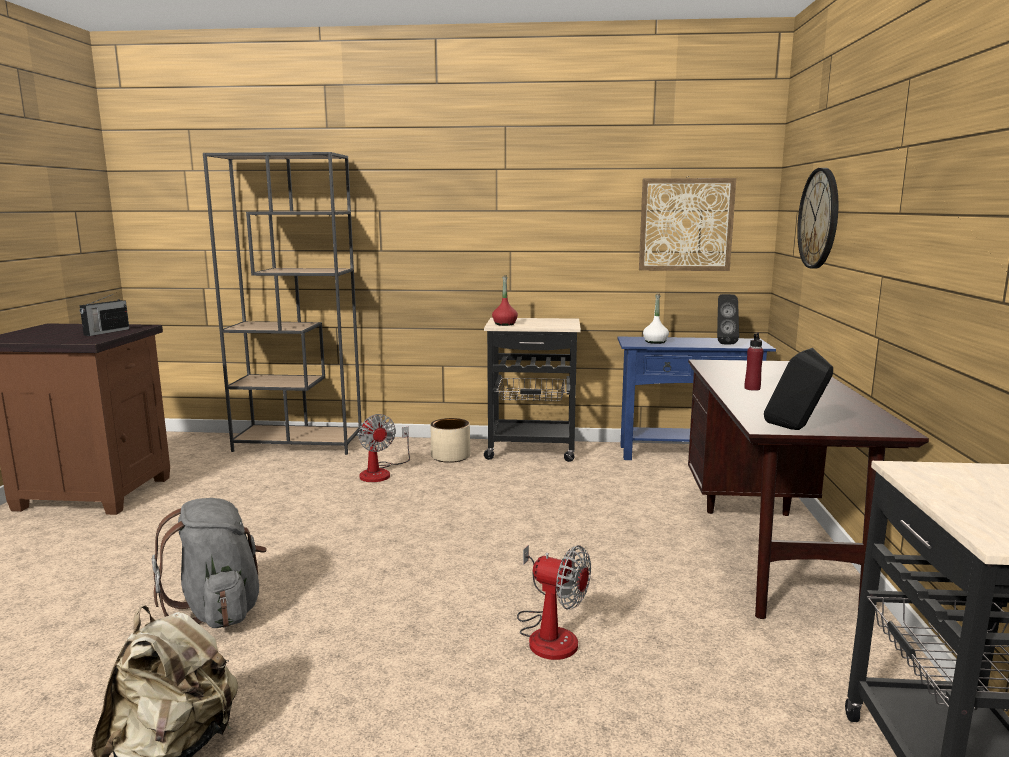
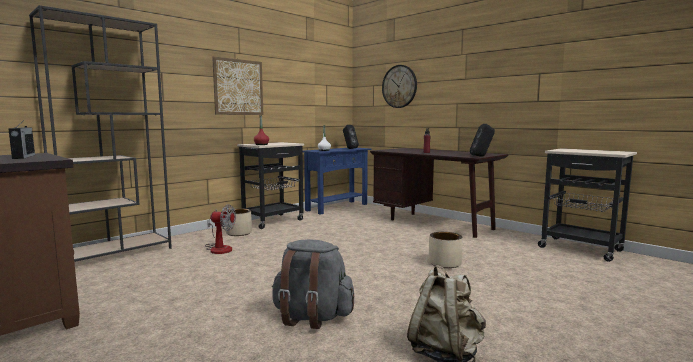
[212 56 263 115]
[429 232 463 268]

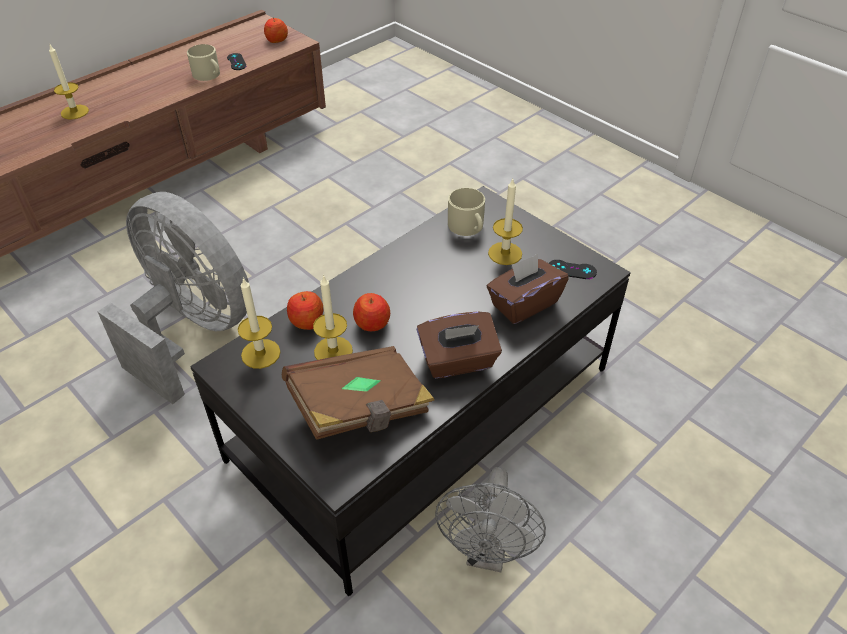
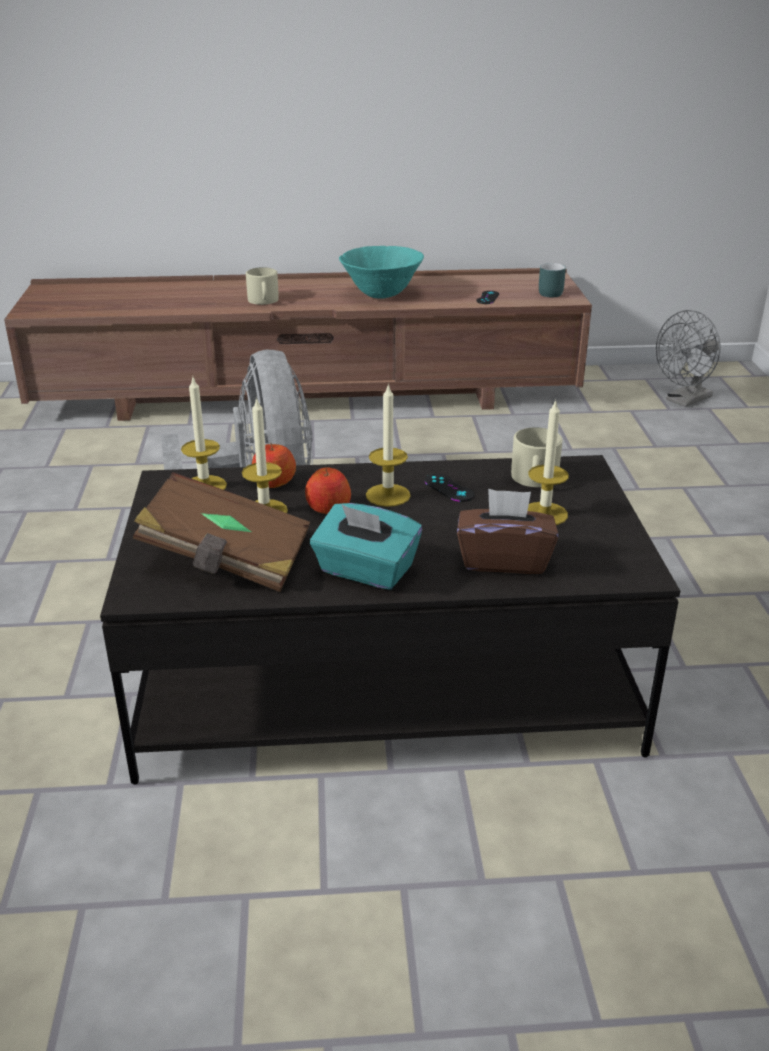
[339 246 424 299]
[366 383 411 507]
[246 267 279 305]
[656 310 720 407]
[425 474 474 502]
[539 263 566 298]
[310 503 422 590]

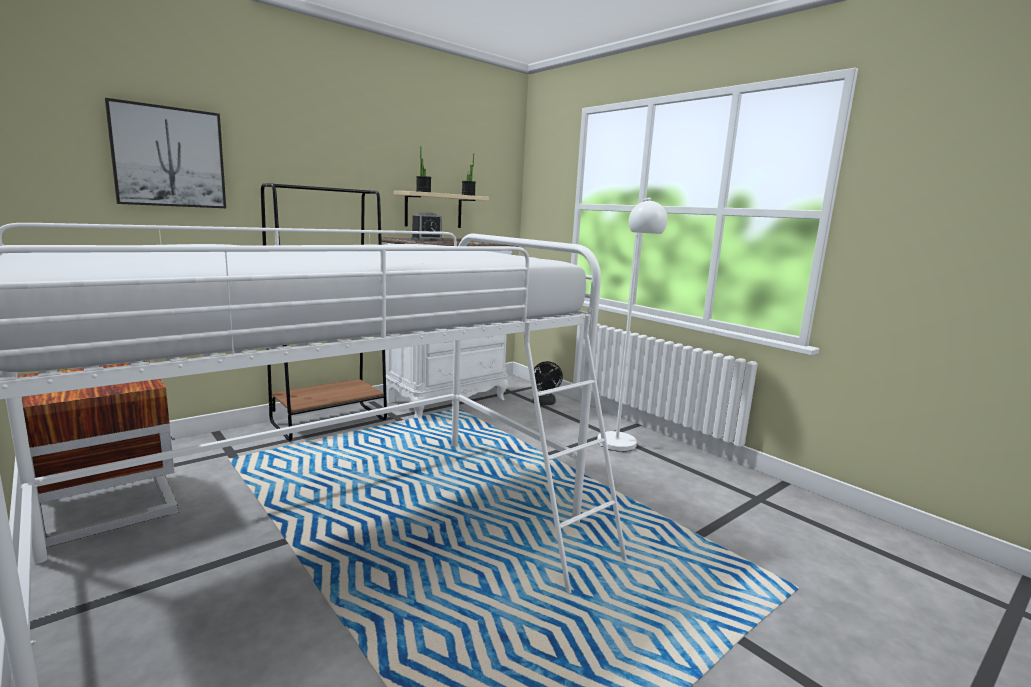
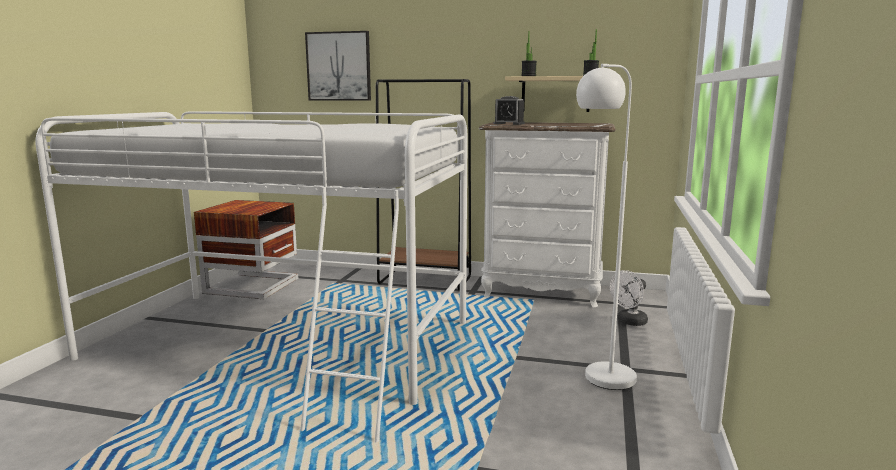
[610 270 648 326]

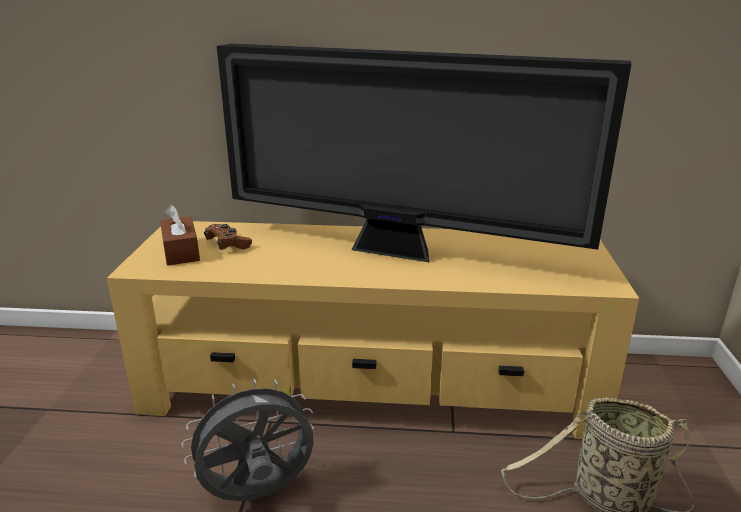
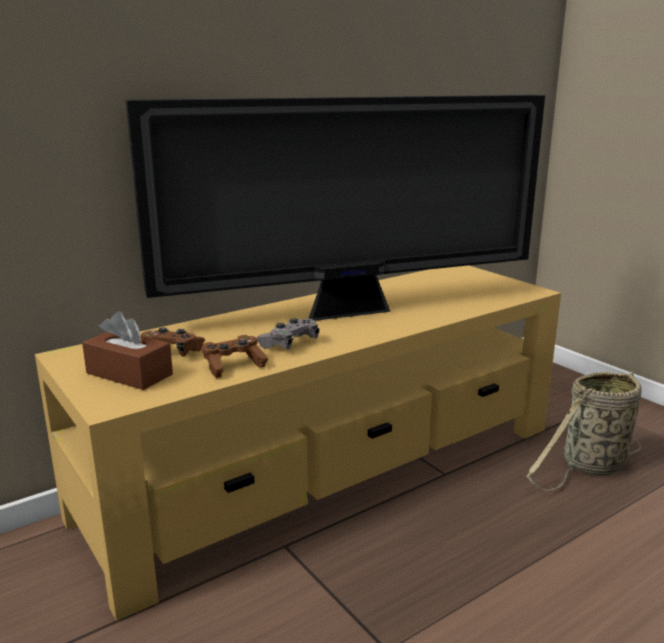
[181 378 314 501] (first image)
[201 335 268 378]
[257 318 319 350]

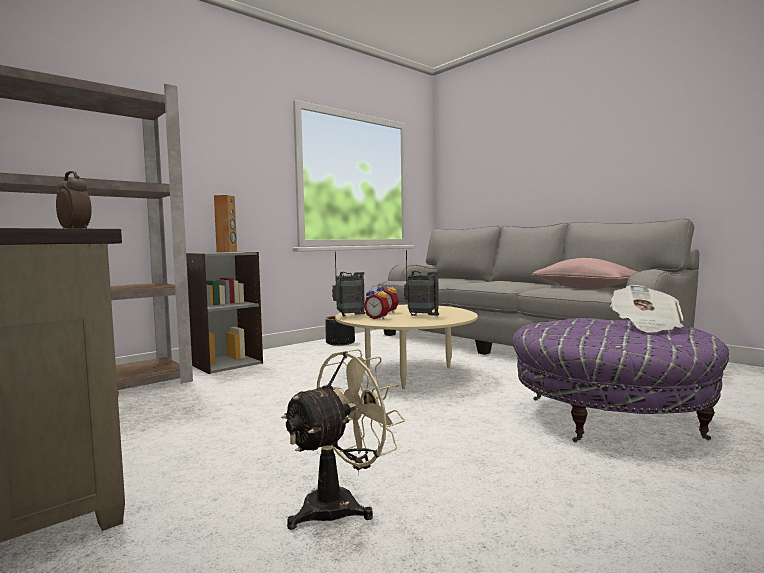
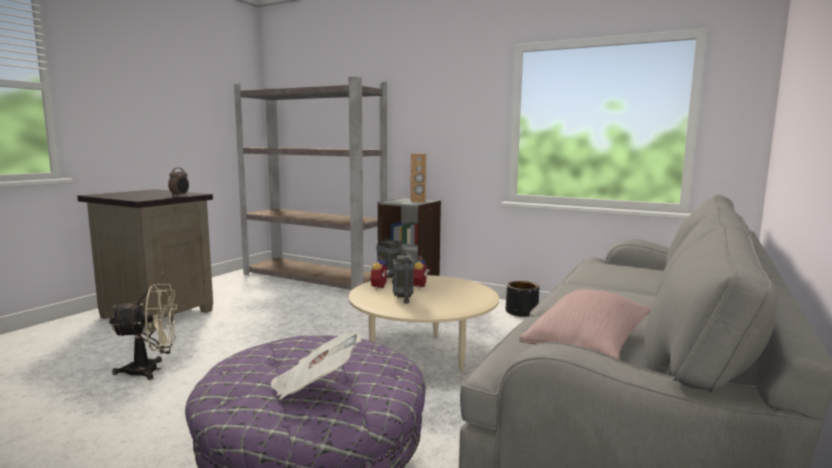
[109 284 177 380]

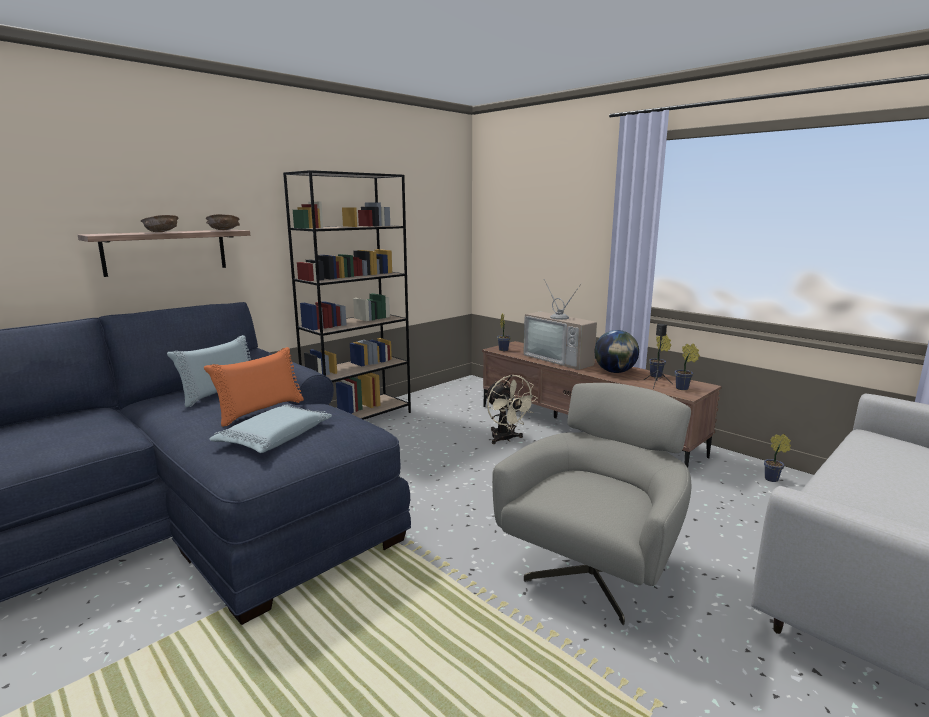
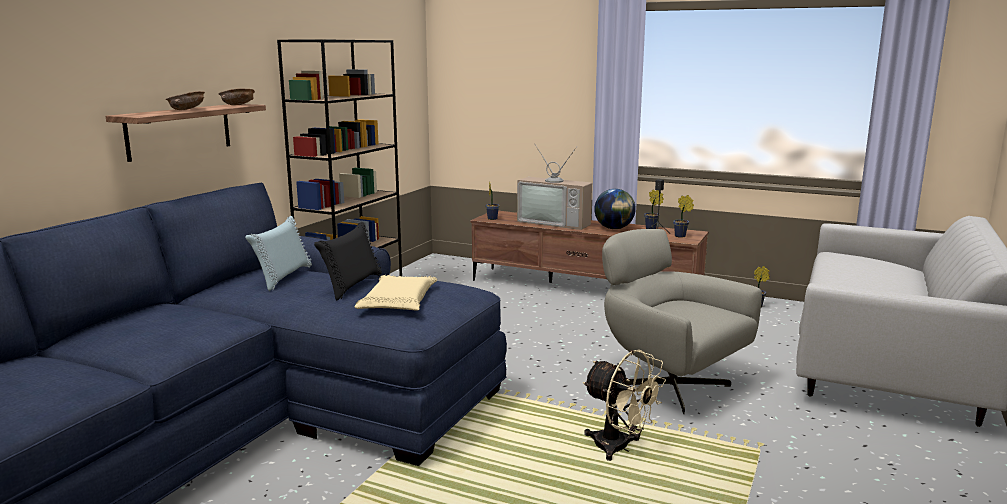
[583 350 666 461]
[314 222 382 300]
[355 274 437 311]
[602 229 762 414]

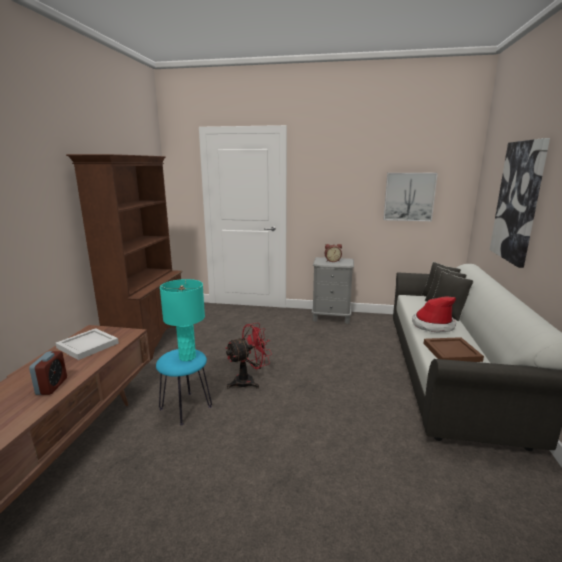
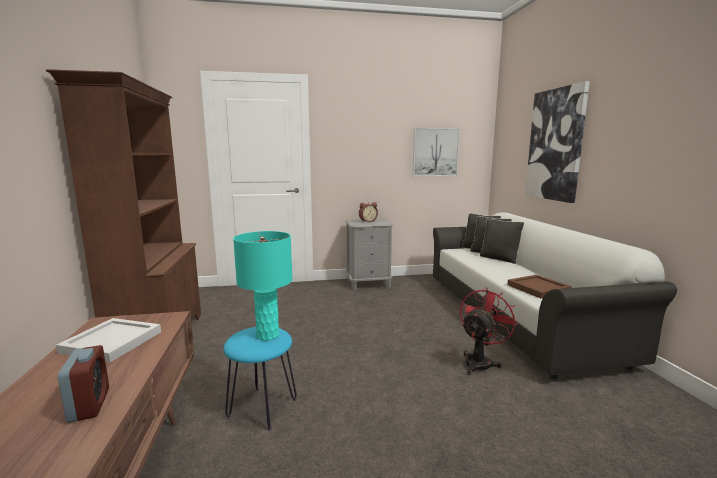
[412 296 456 332] (first image)
[460 287 518 375]

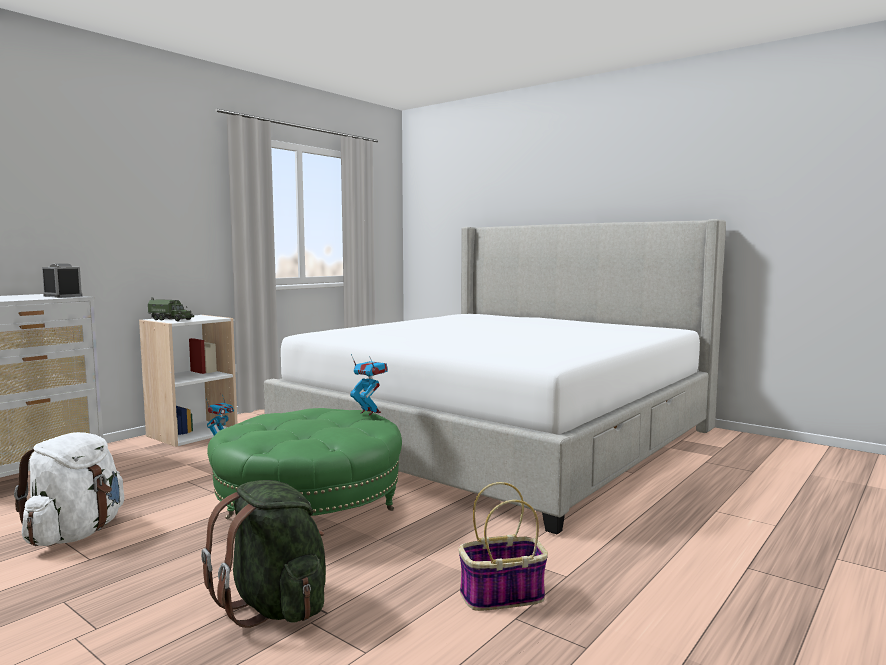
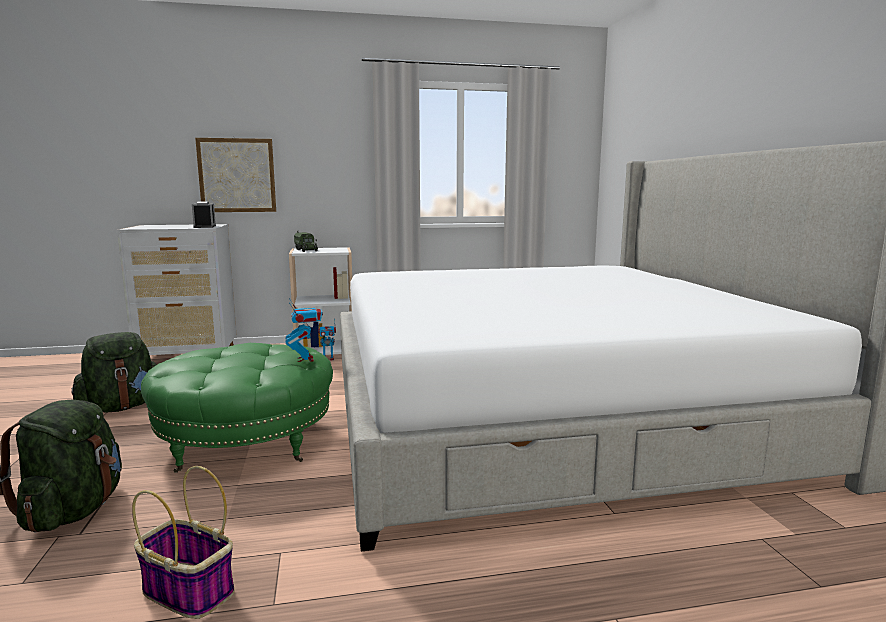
[195 136 276 212]
[71 332 157 412]

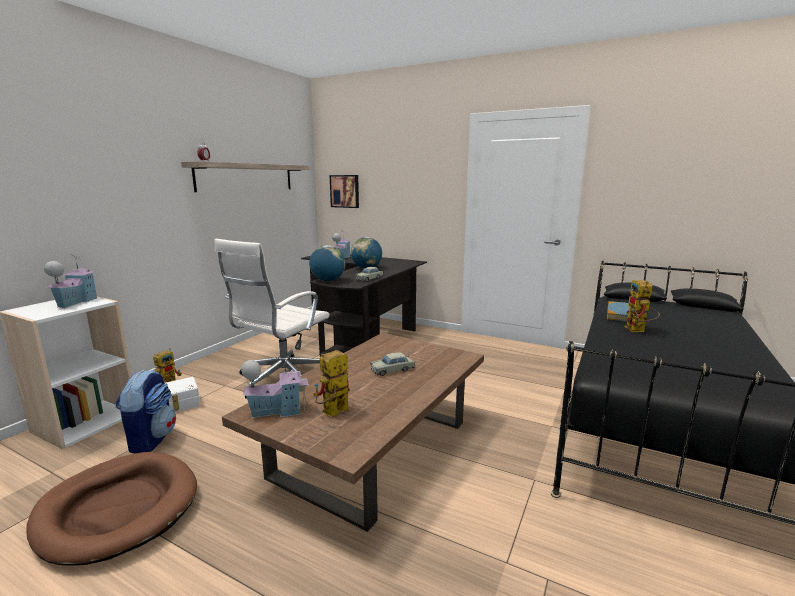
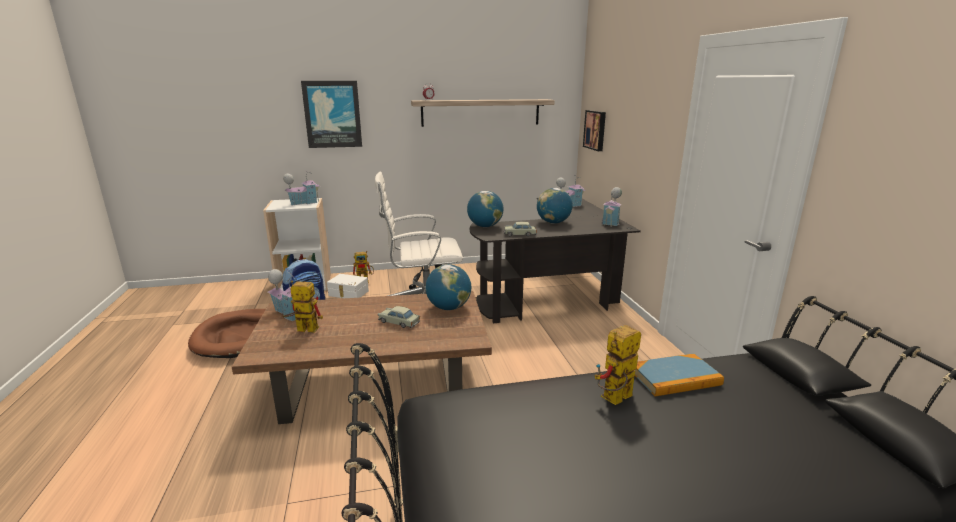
[301 81 362 148]
[426 264 471 310]
[602 187 622 226]

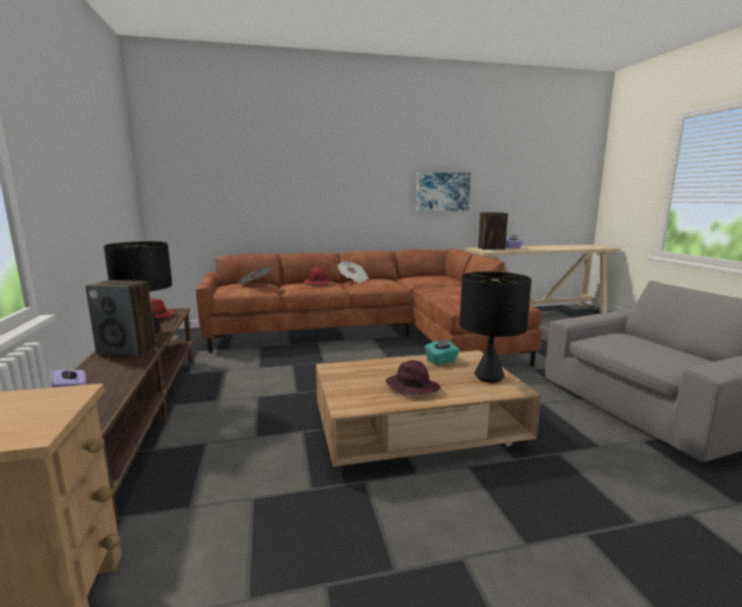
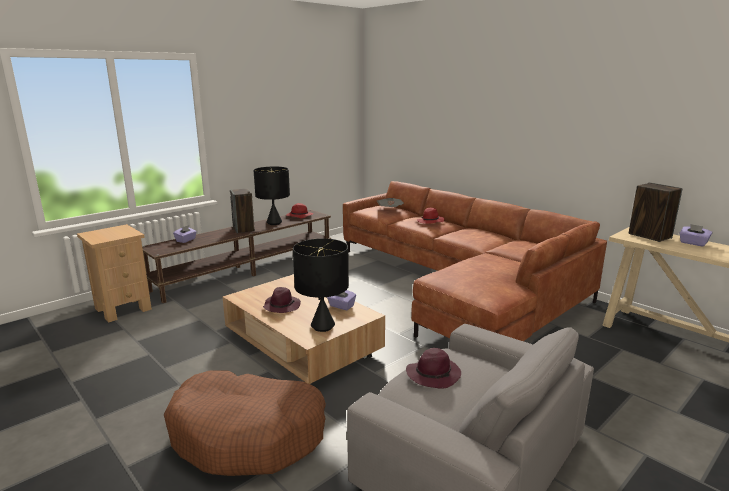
[337 261 369 283] (first image)
[416 172 471 211] (first image)
[164 371 326 476]
[406 348 461 389]
[327 290 356 310]

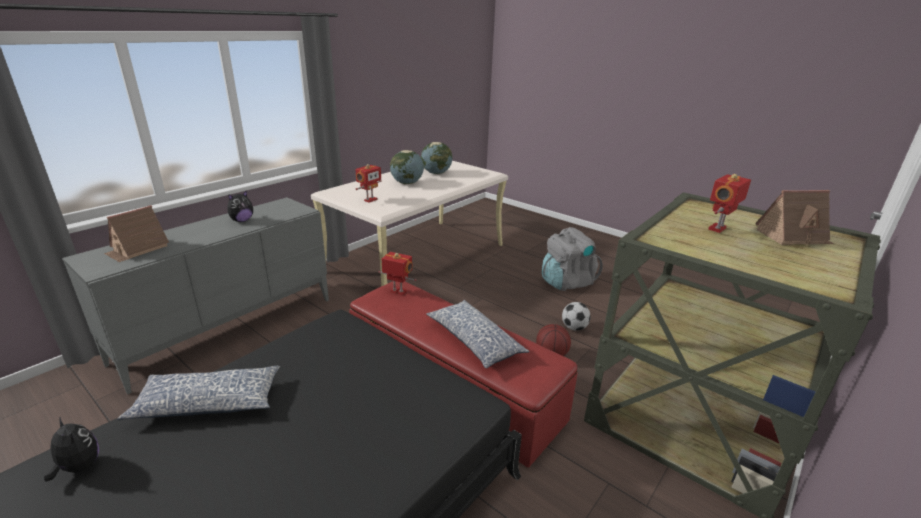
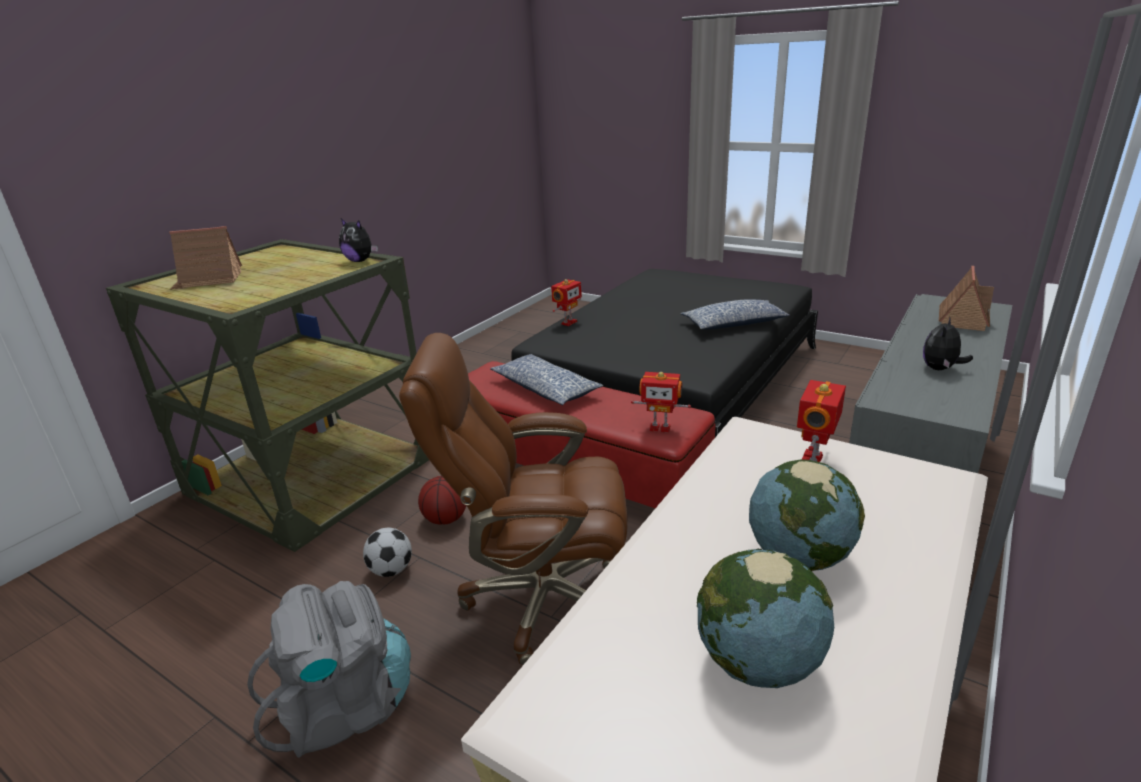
[399 333 628 665]
[339 219 378 262]
[551 279 582 326]

